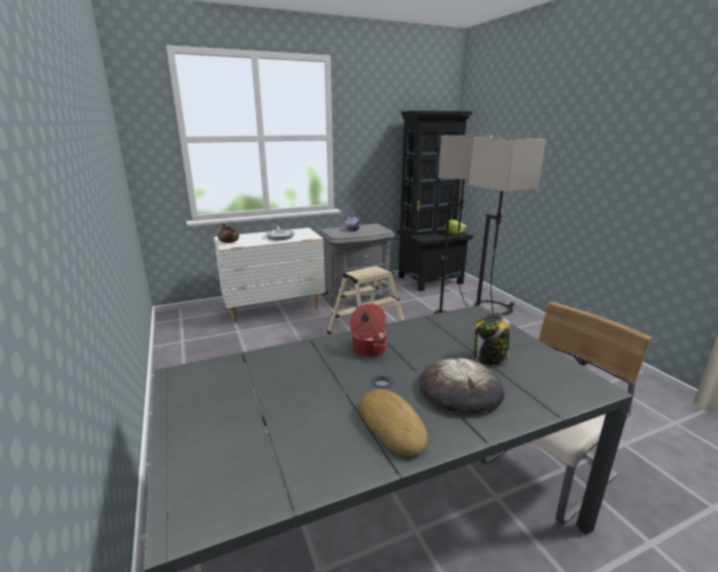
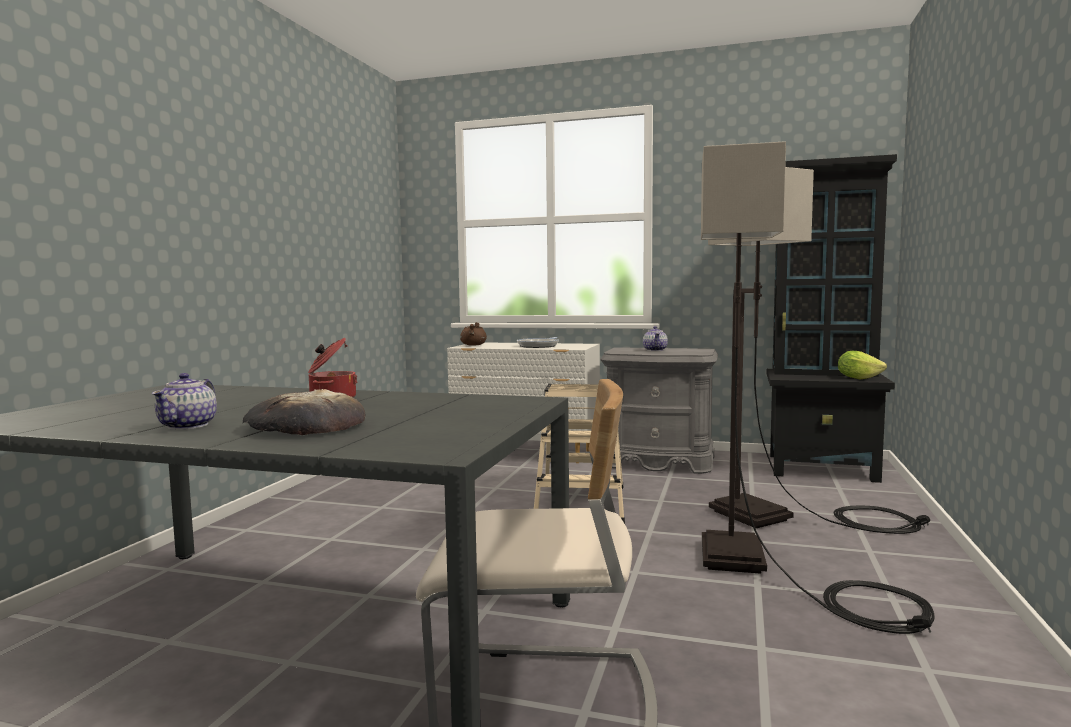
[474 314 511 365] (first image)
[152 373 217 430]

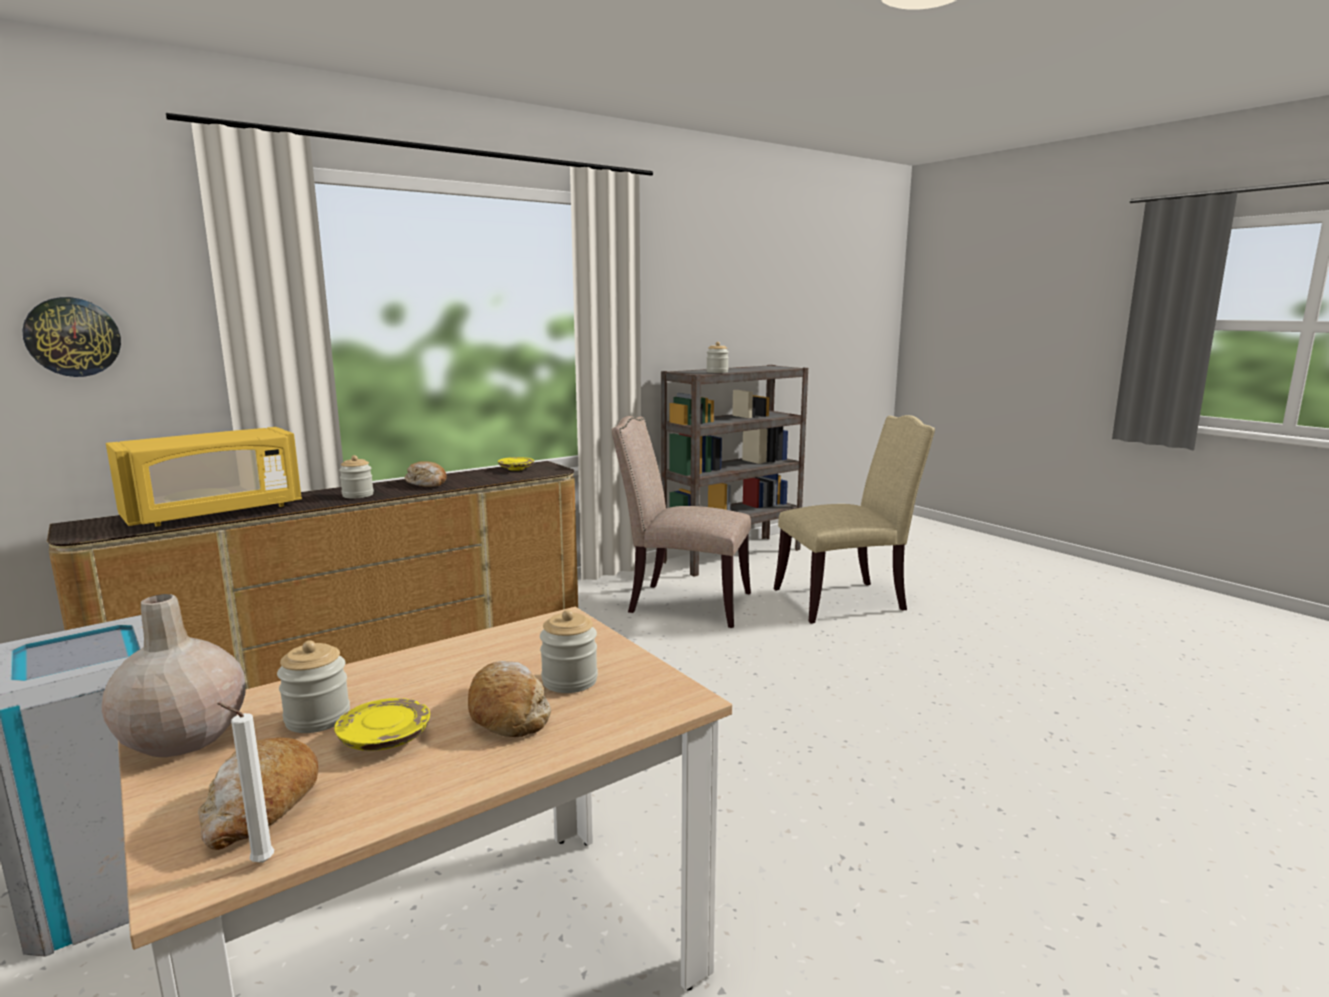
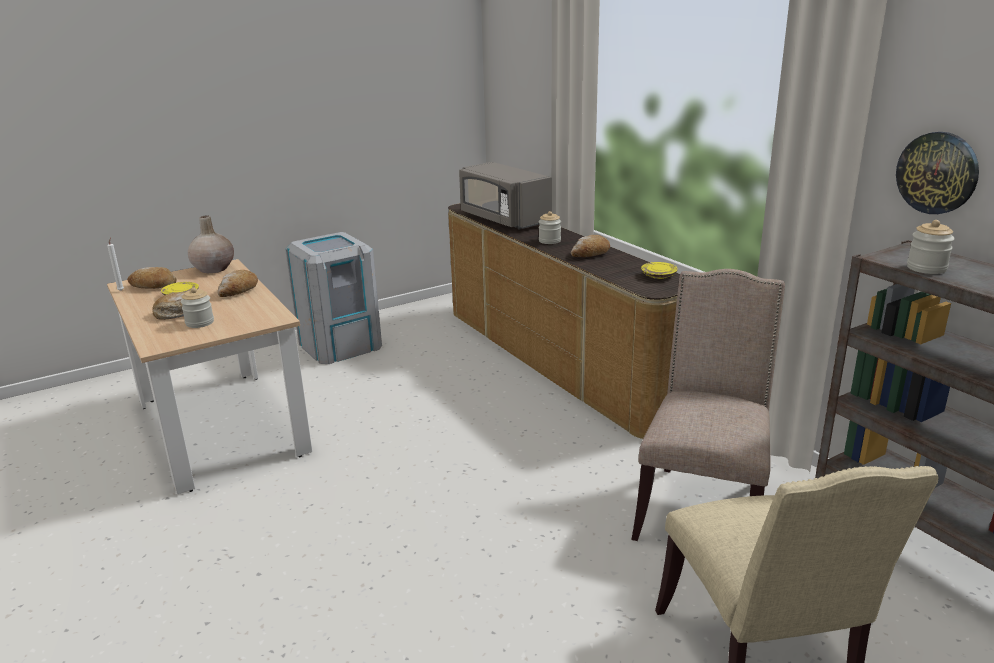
[277 640 350 733] (first image)
[217 270 258 297]
[896 132 979 214]
[459 162 552 230]

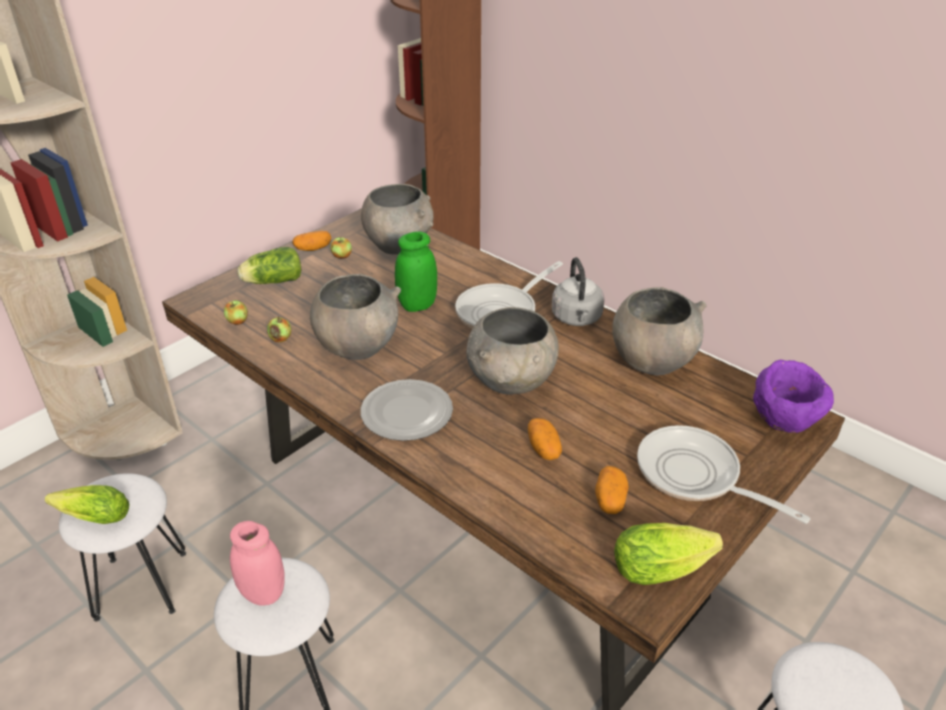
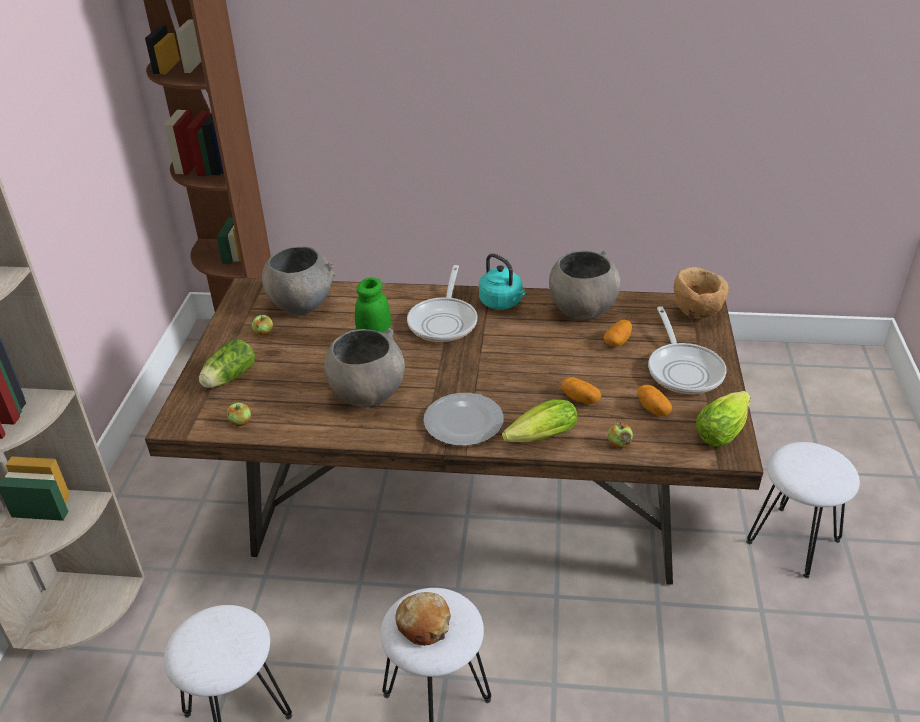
[466 307 559 395] (first image)
[502 399 577 442]
[608 422 633 448]
[603 320 632 346]
[395 592 451 646]
[479 253 526 310]
[674 267 729 319]
[648 306 727 394]

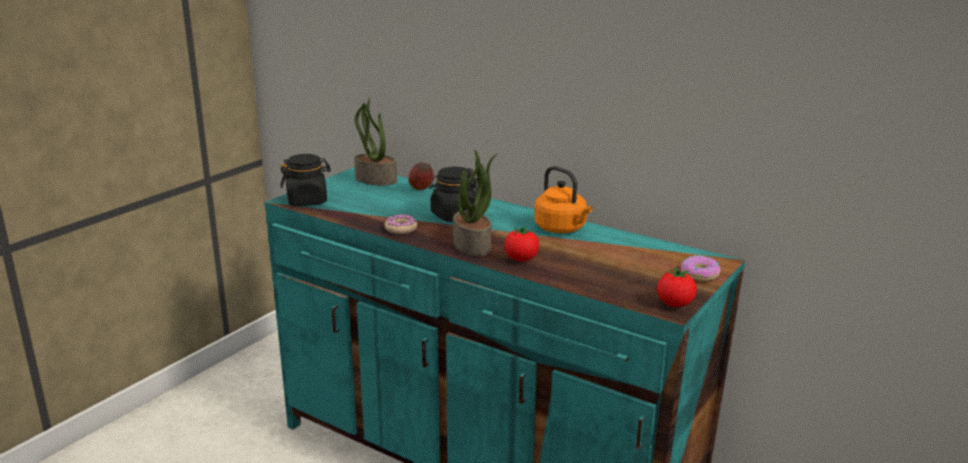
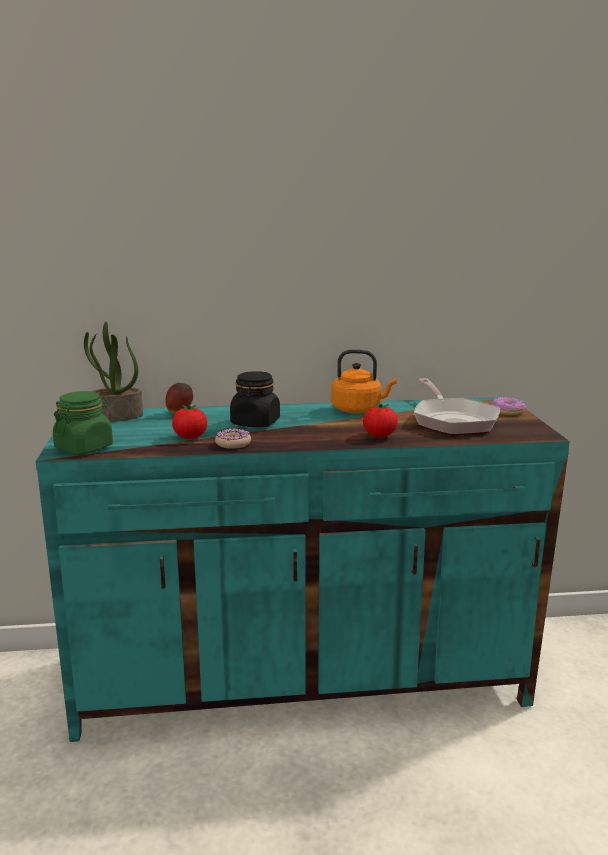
[453 149 498 256] (first image)
[414 378 500 435]
[172 405 207 439]
[53 391 113 454]

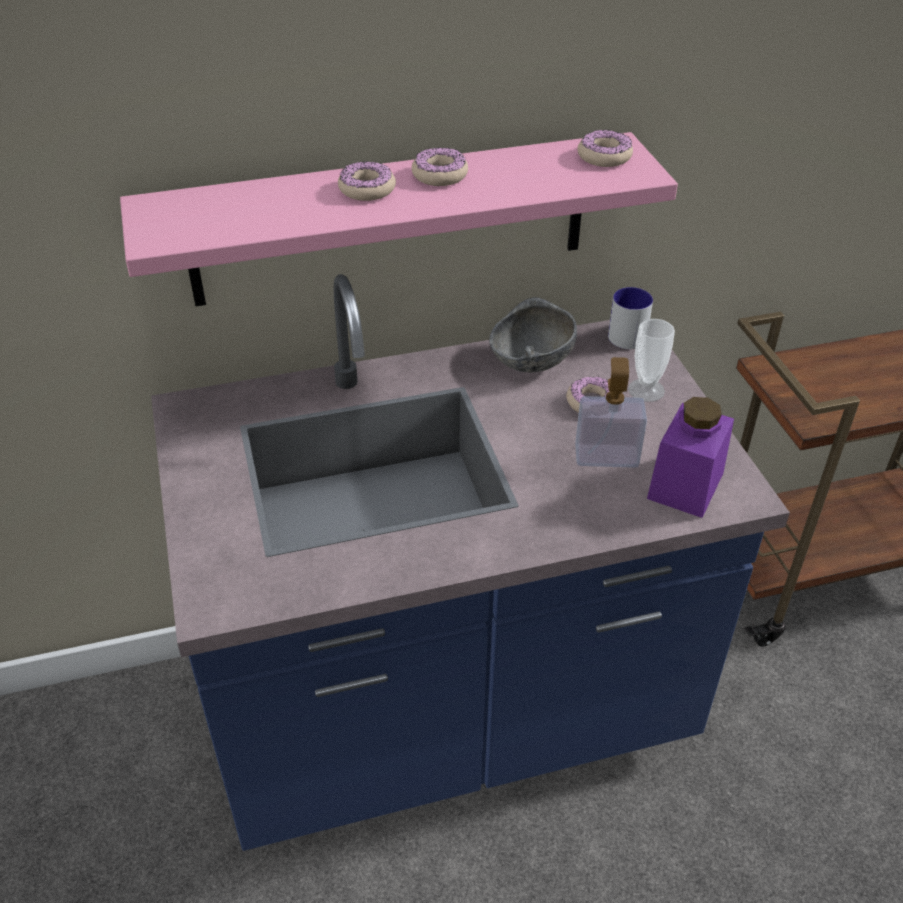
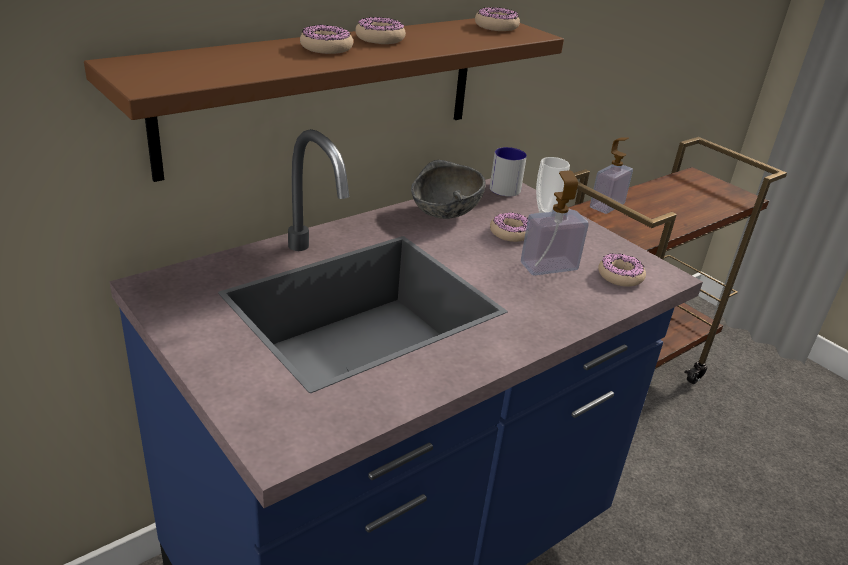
[590 137 633 214]
[598 254 646 287]
[84 18 564 182]

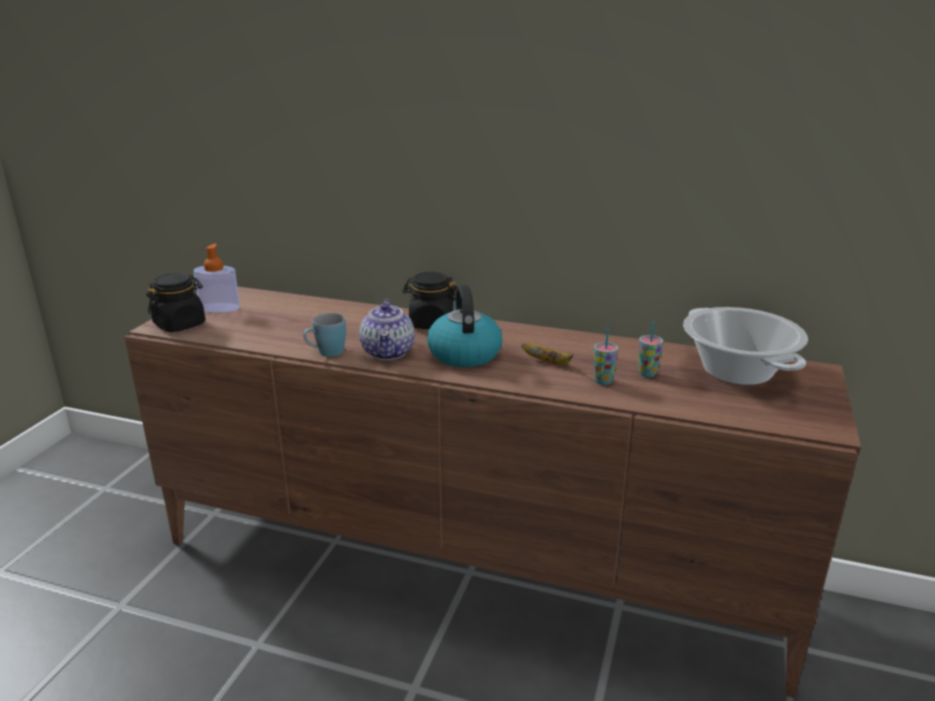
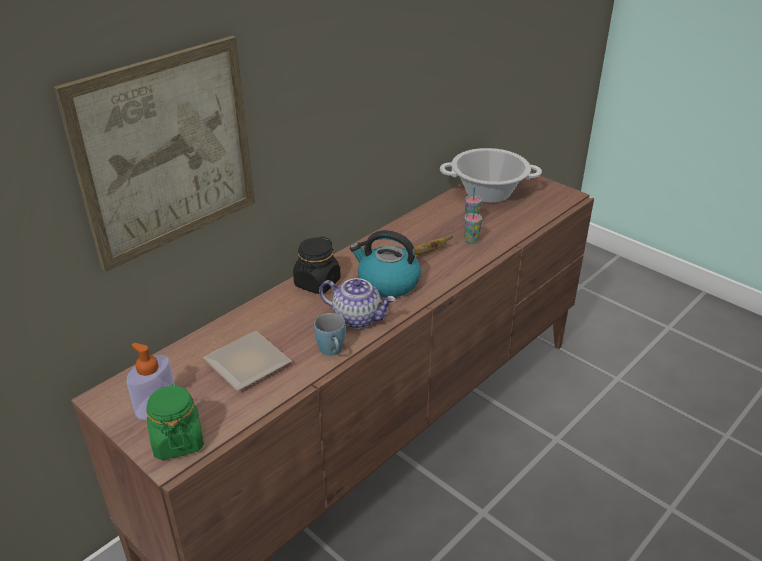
[54 36 255 272]
[203 331 292 391]
[146 384 204 460]

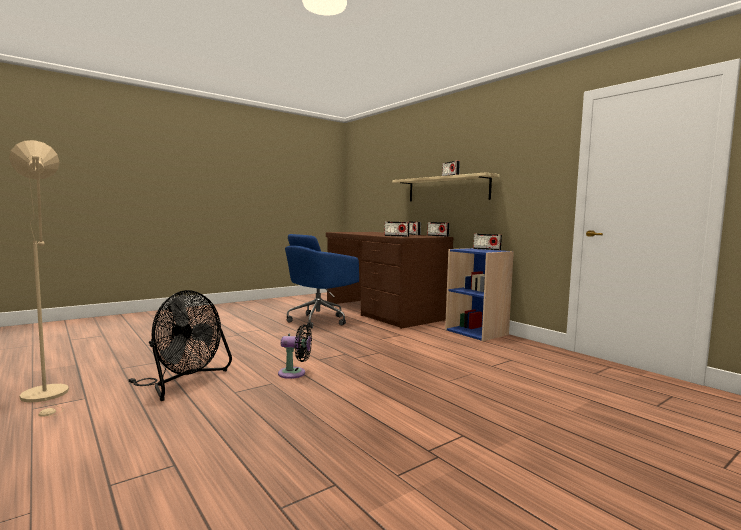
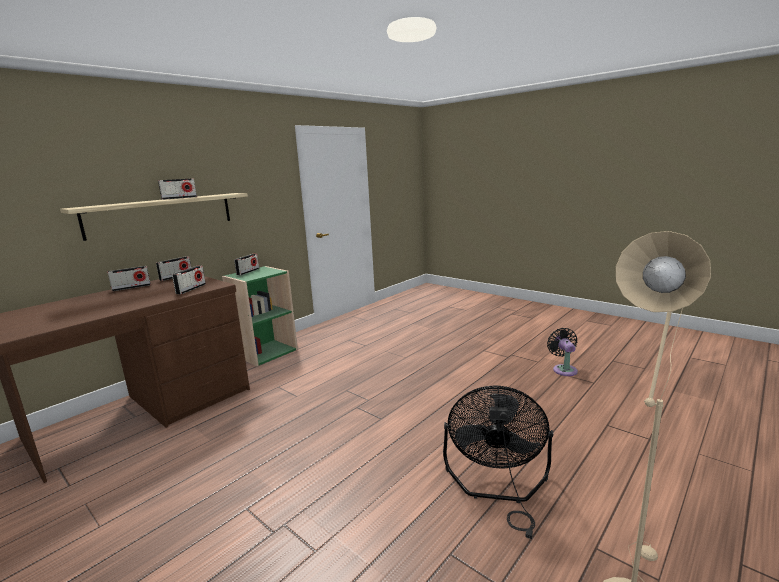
[285 234 359 329] (first image)
[547 328 578 376]
[222 266 298 366]

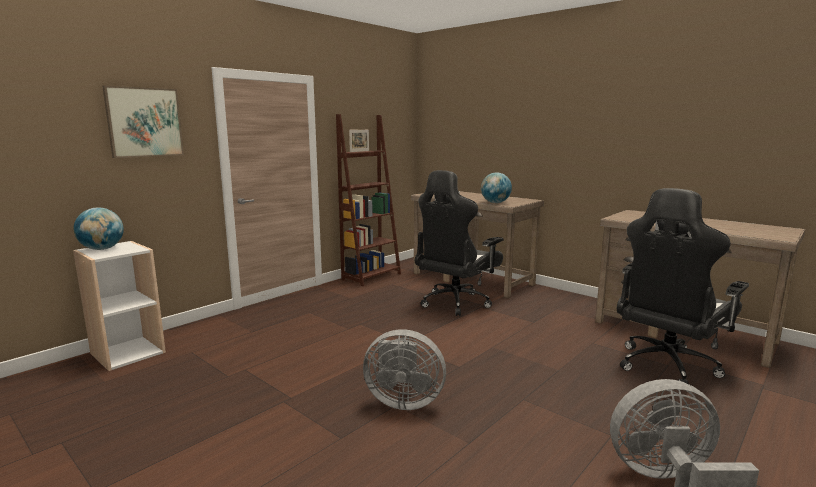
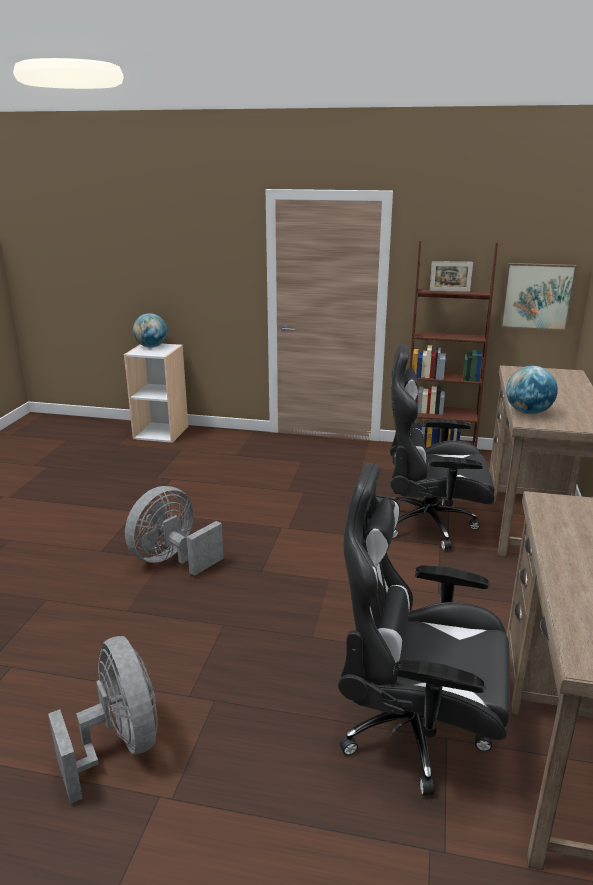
[500 263 577 331]
[125 486 224 576]

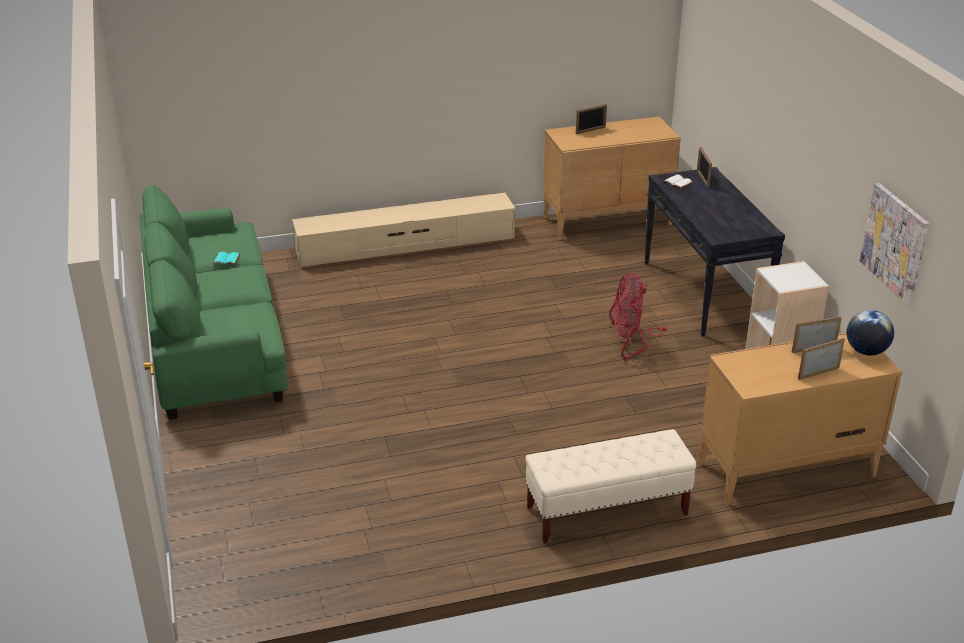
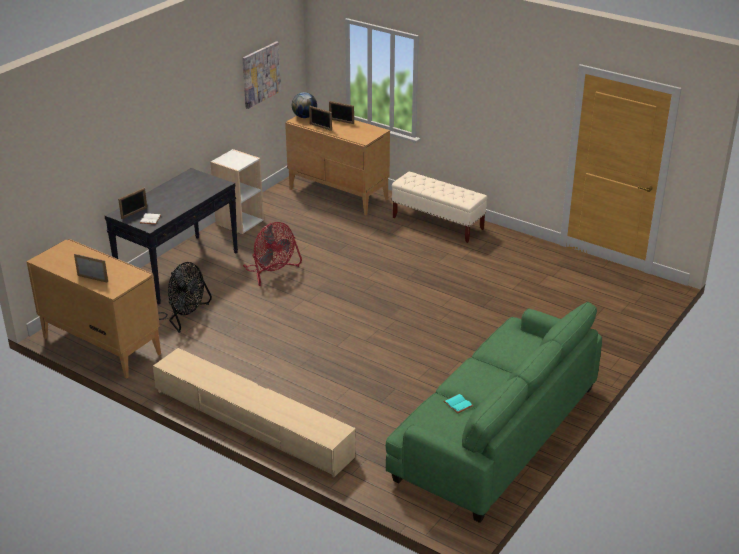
[158 262 212 333]

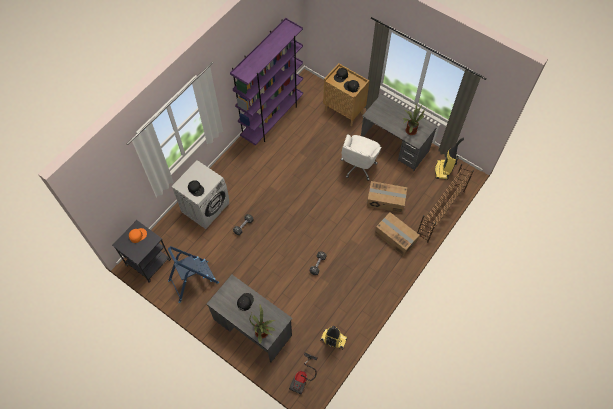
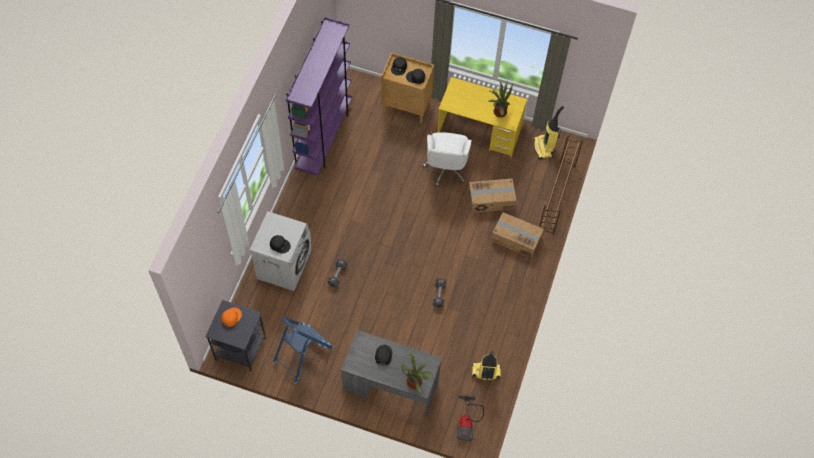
[437 77 527 157]

